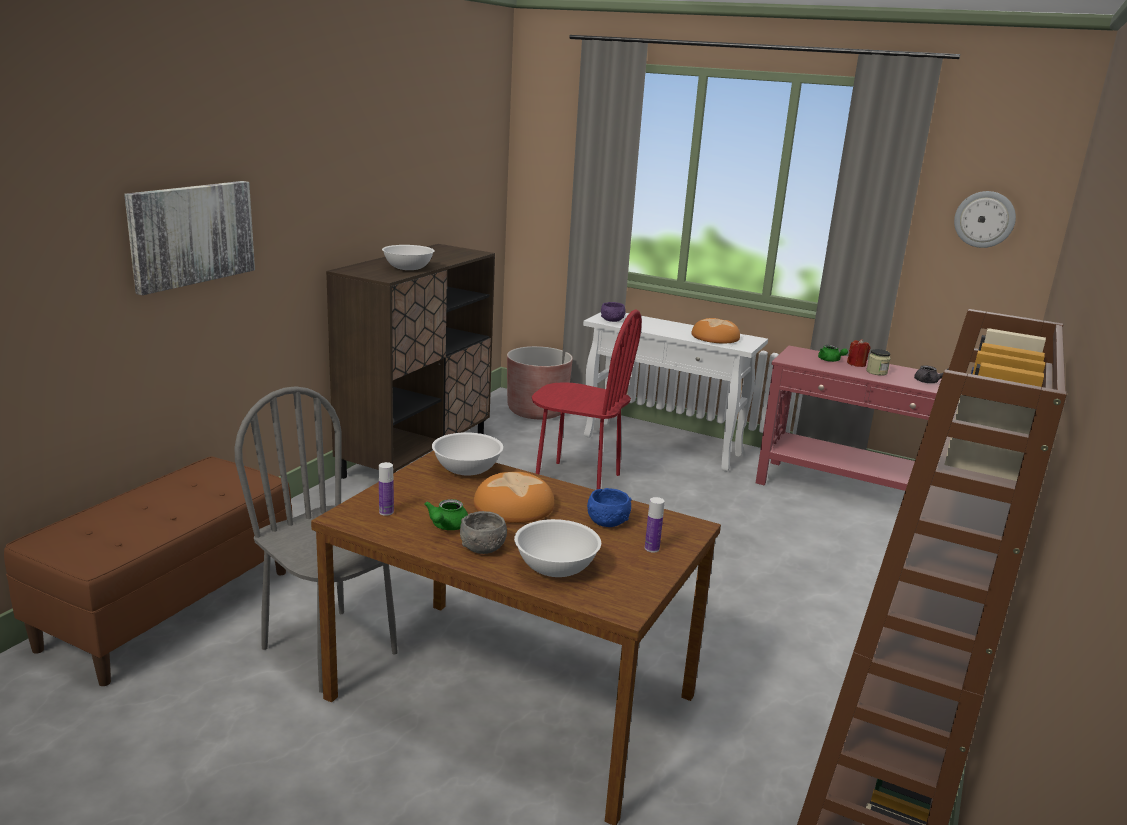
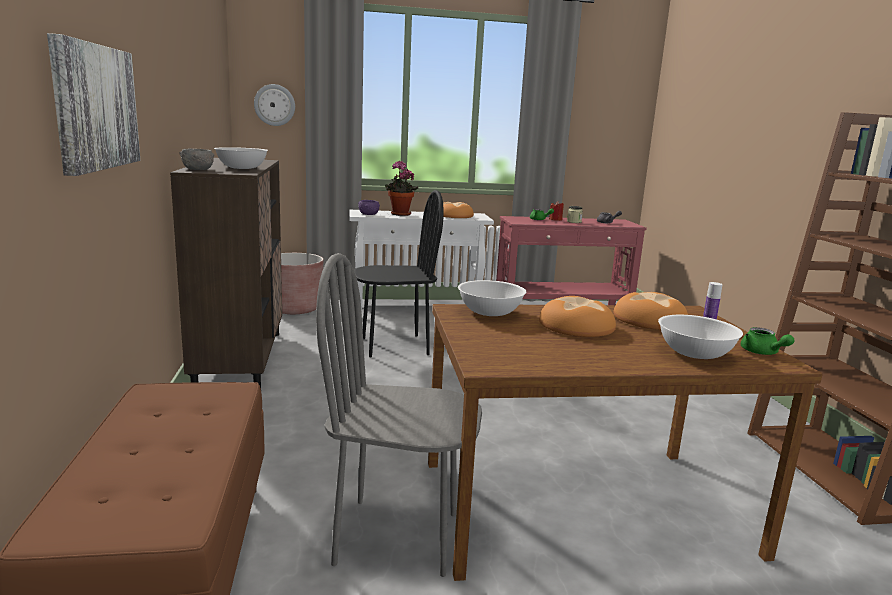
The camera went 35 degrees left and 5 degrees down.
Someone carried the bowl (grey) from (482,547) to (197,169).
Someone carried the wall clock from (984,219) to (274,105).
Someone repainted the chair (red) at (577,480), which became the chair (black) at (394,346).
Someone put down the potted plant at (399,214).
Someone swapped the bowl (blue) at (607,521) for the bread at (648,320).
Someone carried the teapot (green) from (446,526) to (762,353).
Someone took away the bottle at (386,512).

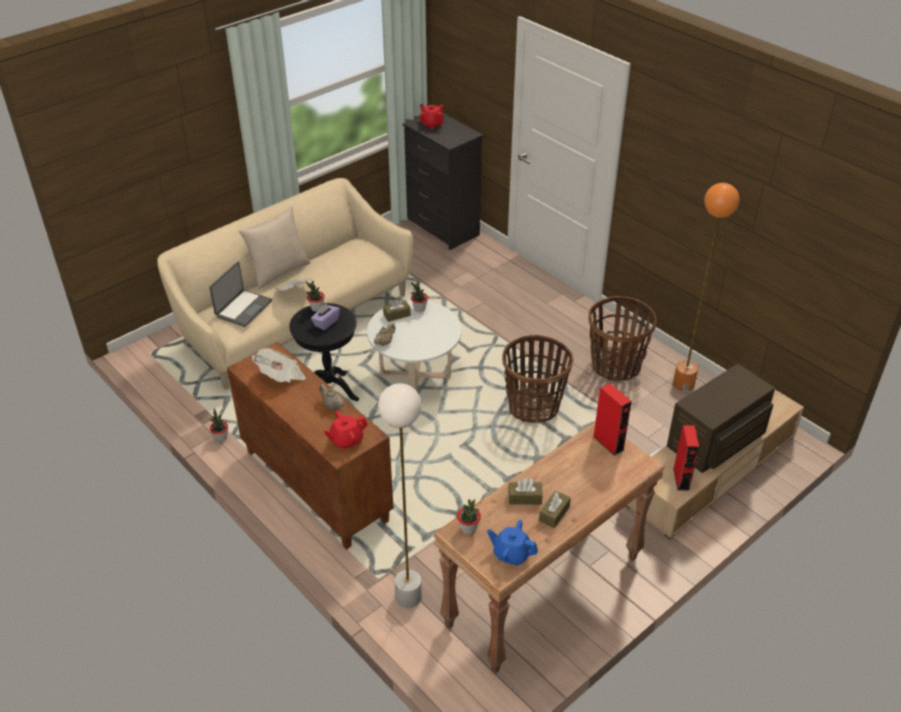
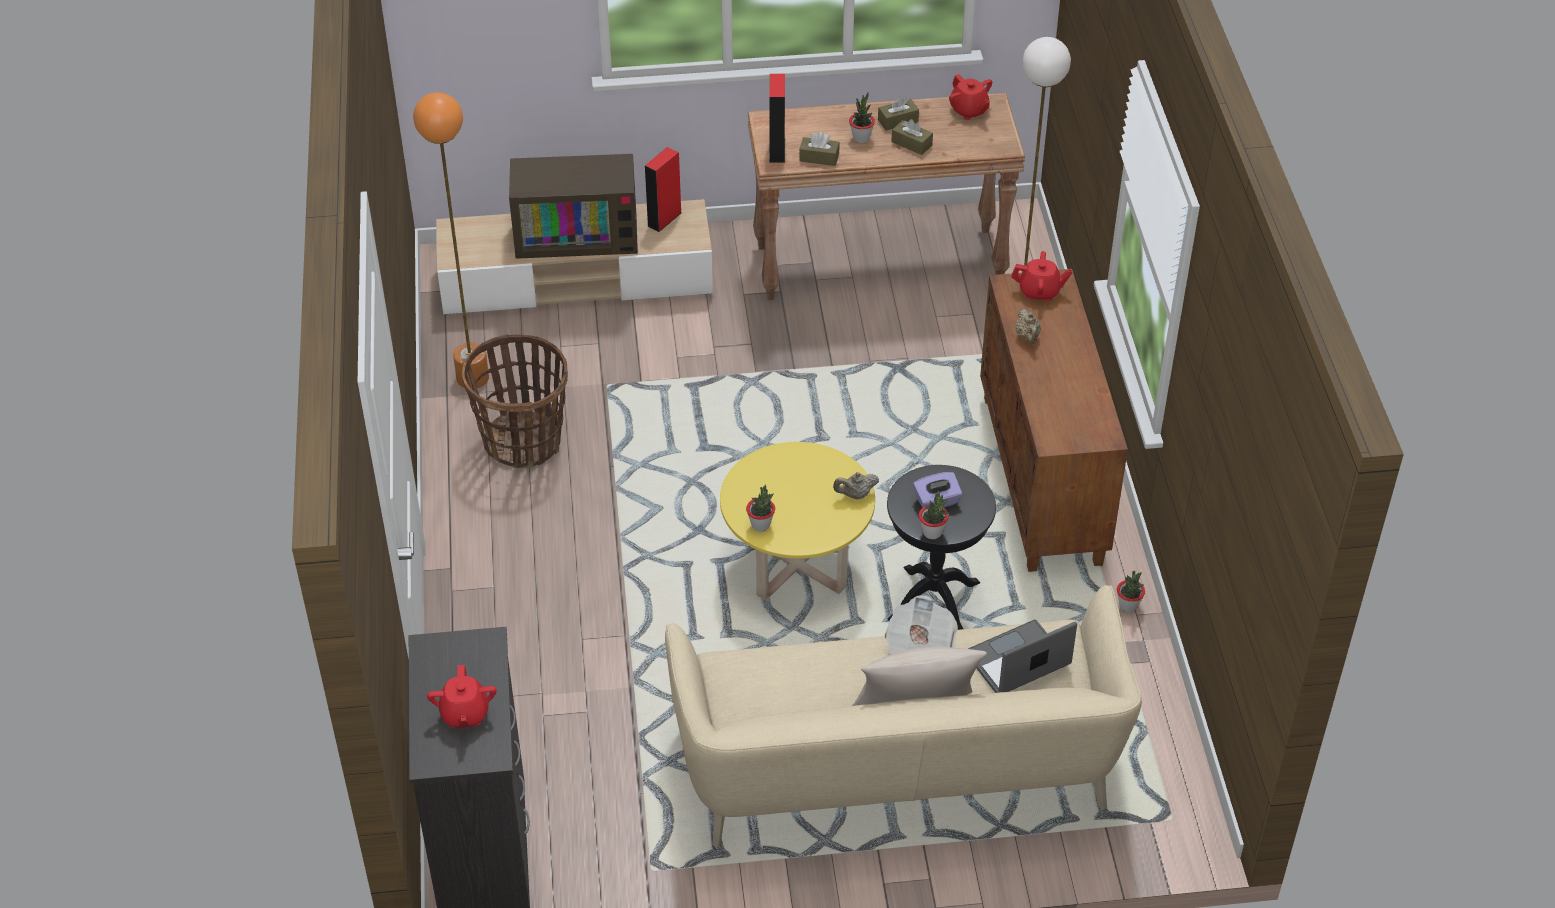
The camera went 145 degrees left and 5 degrees up.
Someone repainted the coffee table (white) at (415,375), which became the coffee table (yellow) at (796,565).
Someone carried the tissue box (brown) from (397,315) to (819,158).
Someone carried the potted plant from (468,529) to (861,138).
Someone repainted the teapot (blue) at (511,554), which became the teapot (red) at (969,110).
Someone took away the newspaper at (281,376).
Someone took away the basket at (533,406).

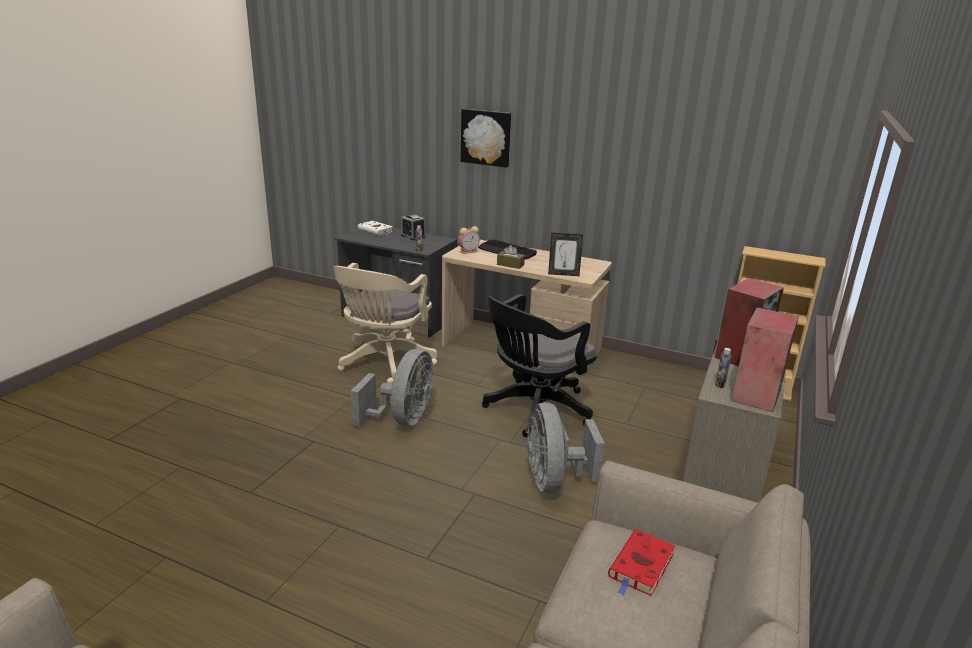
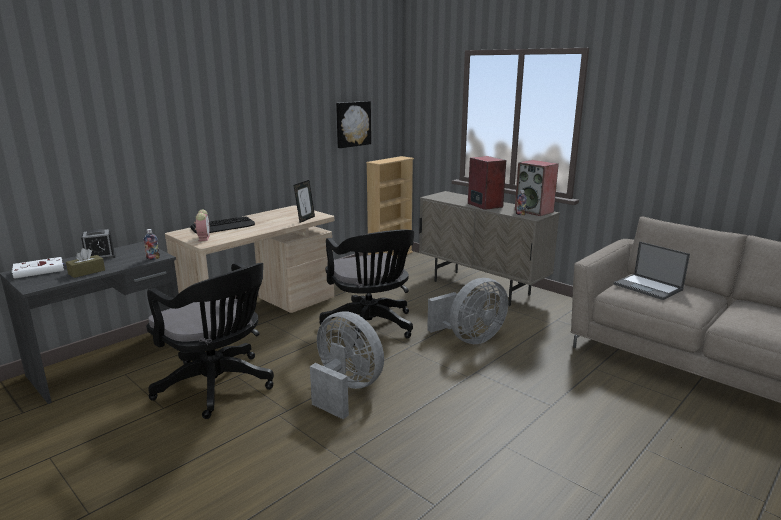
The camera went 70 degrees left and 5 degrees down.
Someone carried the tissue box (brown) from (510,265) to (86,272).
Someone repainted the office chair (beige) at (384,363), which became the office chair (black) at (218,387).
Someone carried the picture from (486,137) to (352,124).
Someone rotated the fan (grey) at (554,480) by 45 degrees counterclockwise.
Someone swapped the book (red) at (641,567) for the laptop at (648,287).

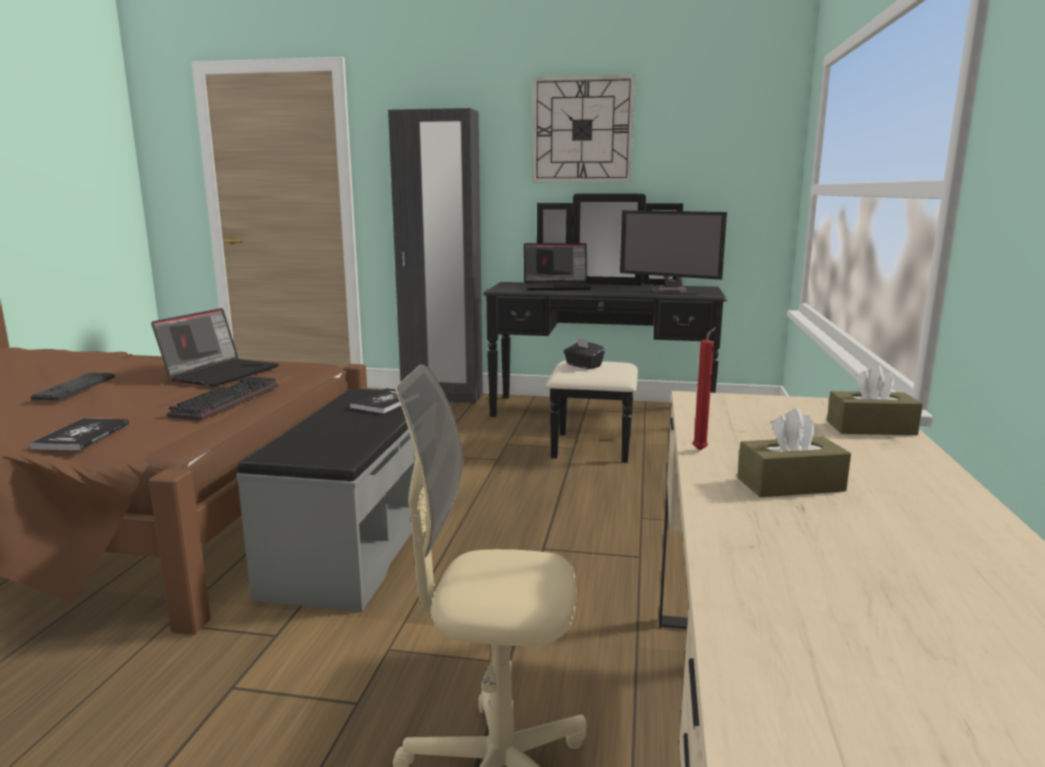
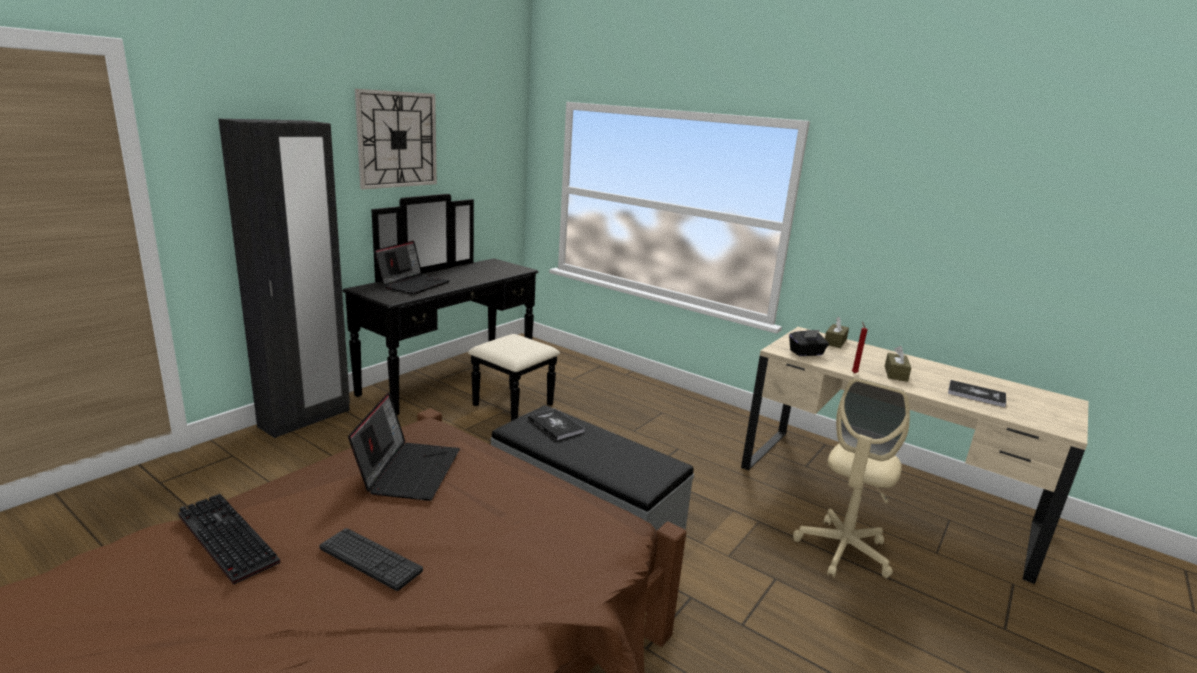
The camera went 65 degrees left and 5 degrees up.
Someone carried the keyboard from (226,400) to (223,539).
Someone rotated the laptop at (221,373) by 45 degrees clockwise.
Someone carried the tissue box (black) from (583,365) to (806,353).
Someone carried the book from (82,436) to (976,394).
Someone took away the monitor at (669,290).

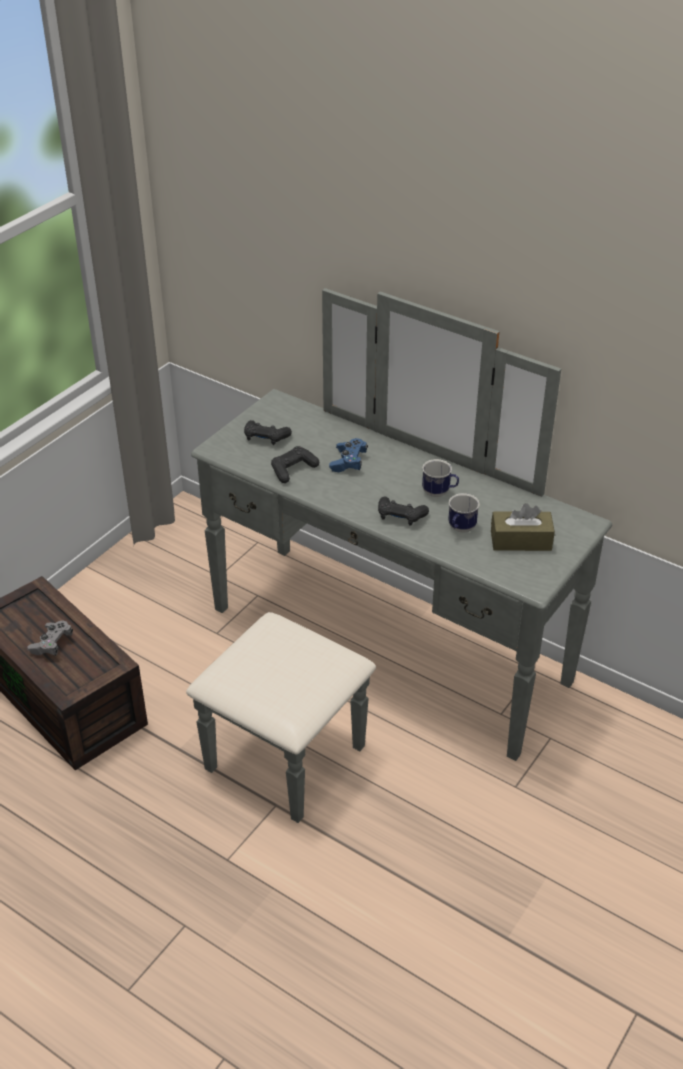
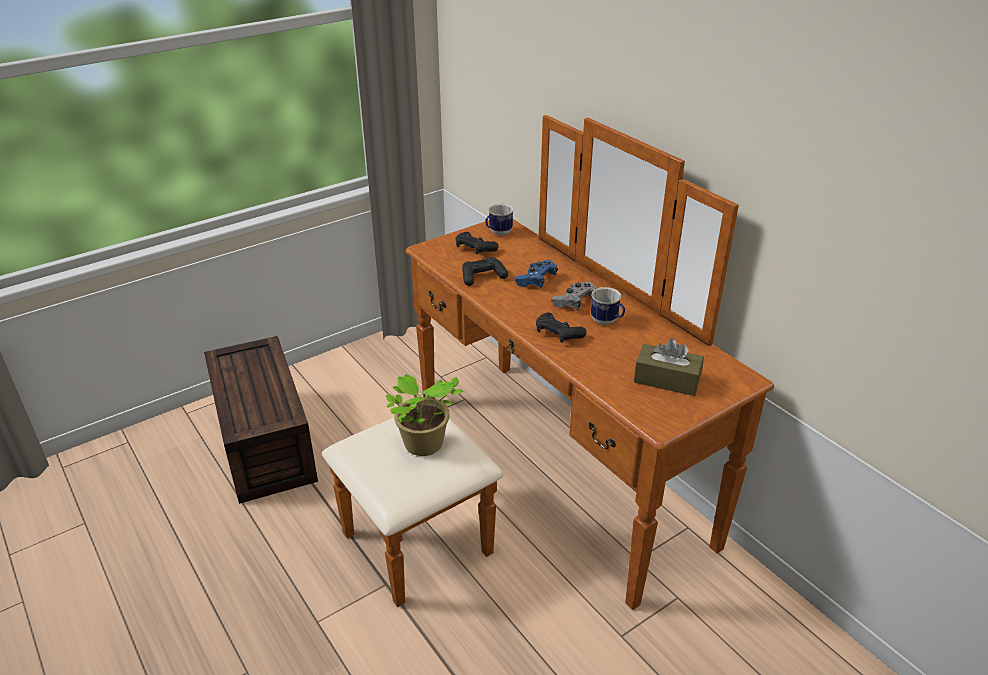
The camera went 20 degrees right and 5 degrees down.
Someone repainted the dresser (grey) at (367,669), which became the dresser (brown) at (529,485).
Someone put down the potted plant at (423,446).
Someone carried the mug from (460,529) to (498,233).
Someone carried the game controller (grey) from (52,644) to (574,302).

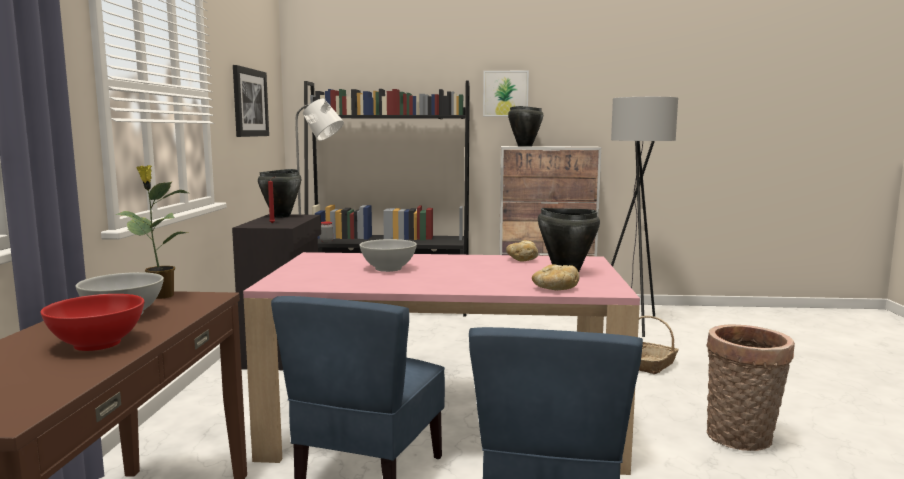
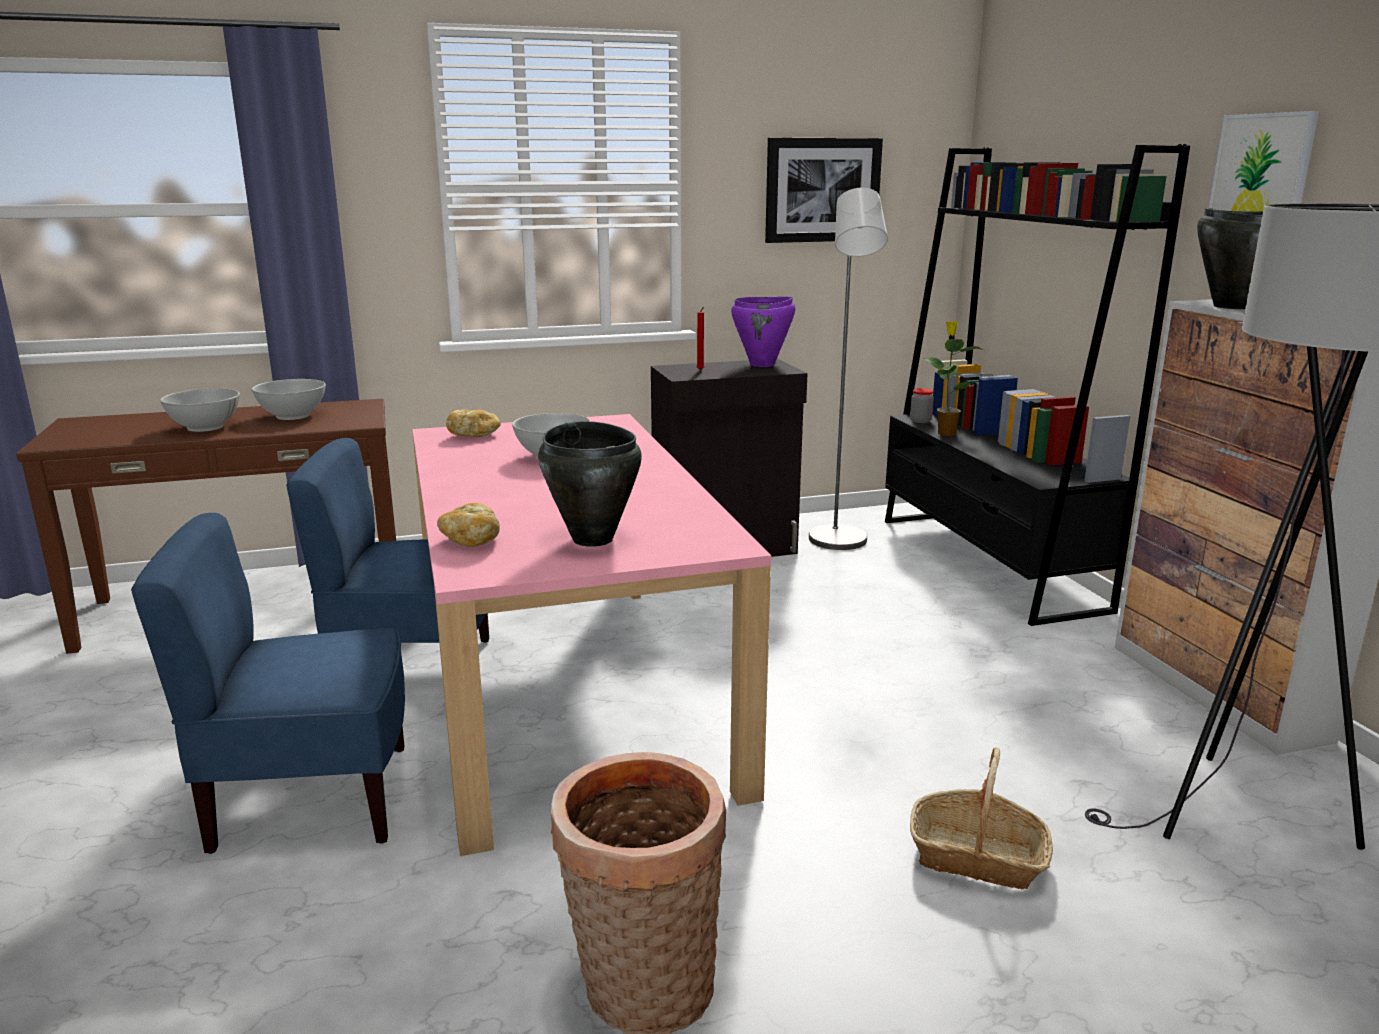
The camera went 70 degrees right and 10 degrees up.
Someone repainted the bowl (red) at (97,344), which became the bowl (white) at (204,427).
Someone carried the bread from (522,260) to (474,435).
Someone repainted the cooking pot (black) at (281,216), which became the cooking pot (purple) at (762,364).
Someone carried the potted plant from (160,296) to (945,433).

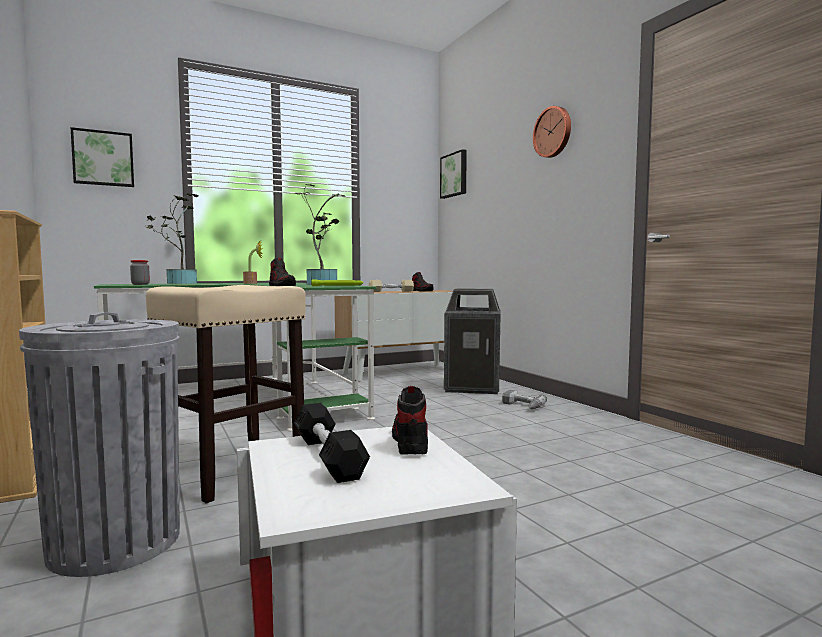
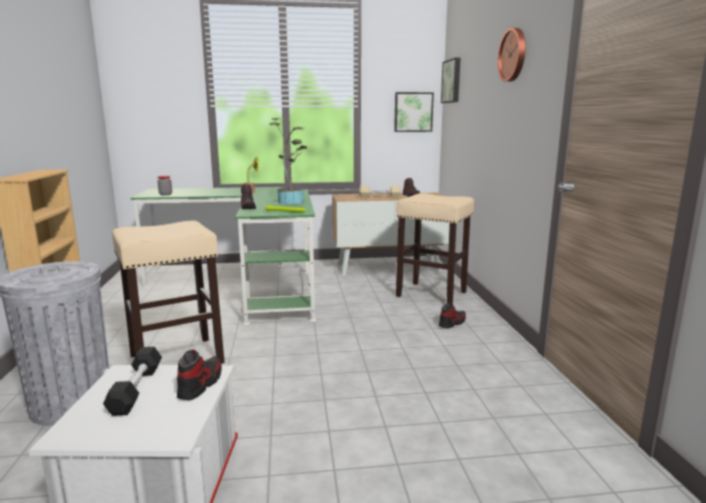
The camera went 20 degrees right and 10 degrees up.
Someone carried the picture from (103,158) to (413,112).
Someone swapped the trash can at (473,387) for the stool (beige) at (432,294).
Someone swapped the power drill at (521,406) for the shoe at (452,323).
Someone took away the potted plant at (178,283).

